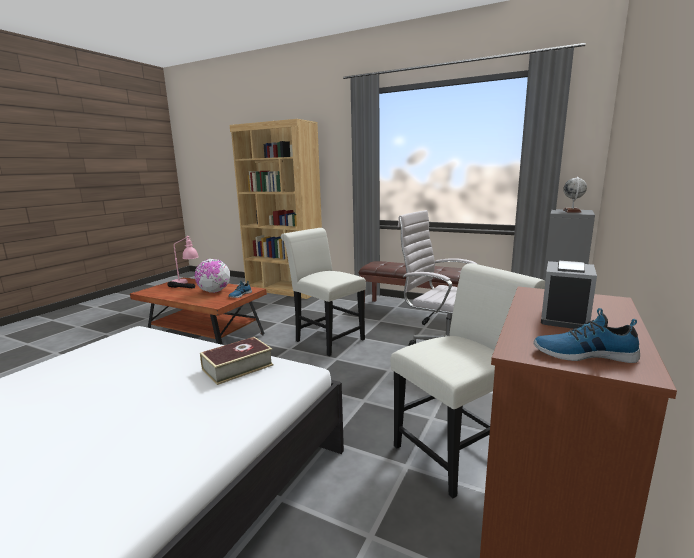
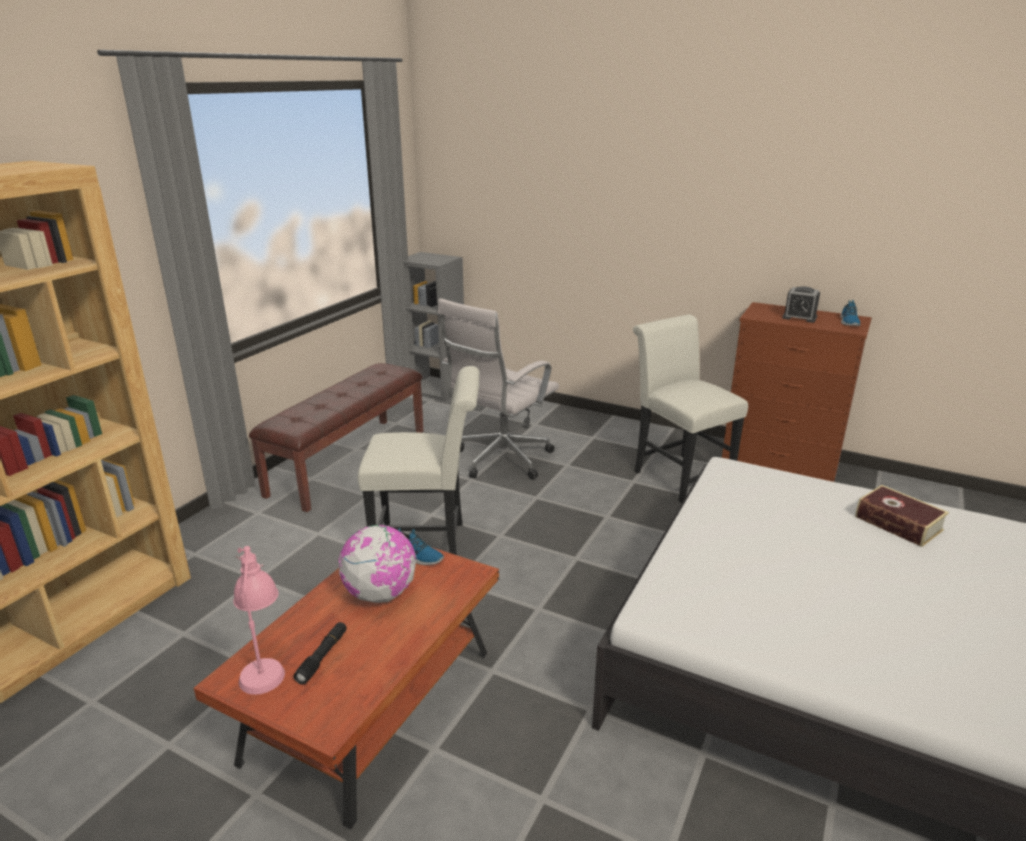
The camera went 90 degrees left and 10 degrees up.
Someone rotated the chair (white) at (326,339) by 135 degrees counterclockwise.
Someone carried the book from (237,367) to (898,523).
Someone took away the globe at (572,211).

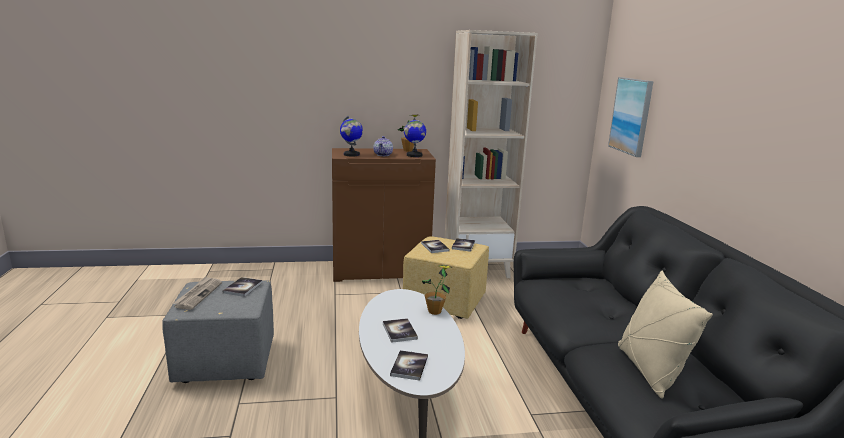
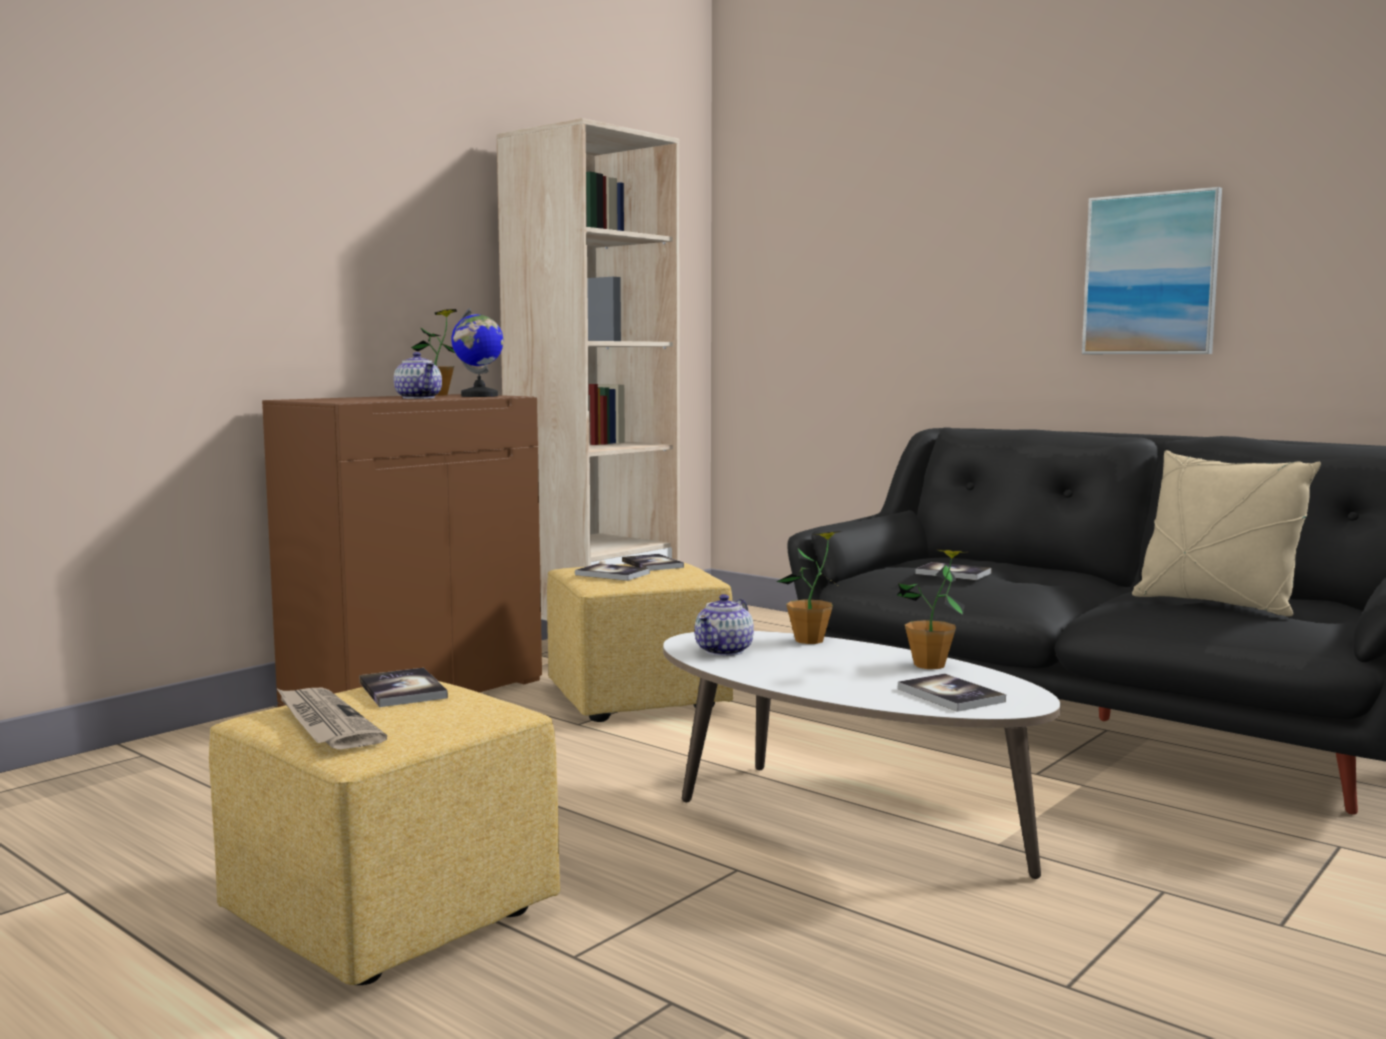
The camera went 40 degrees left and 10 degrees down.
Someone repainted the ottoman (grey) at (227,361), which became the ottoman (yellow) at (389,916).
Someone put down the teapot at (725,651).
Someone put down the potted plant at (929,665).
Someone carried the book from (399,331) to (953,573).
Someone carried the picture from (631,116) to (1151,274).
Someone took away the globe at (351,154).

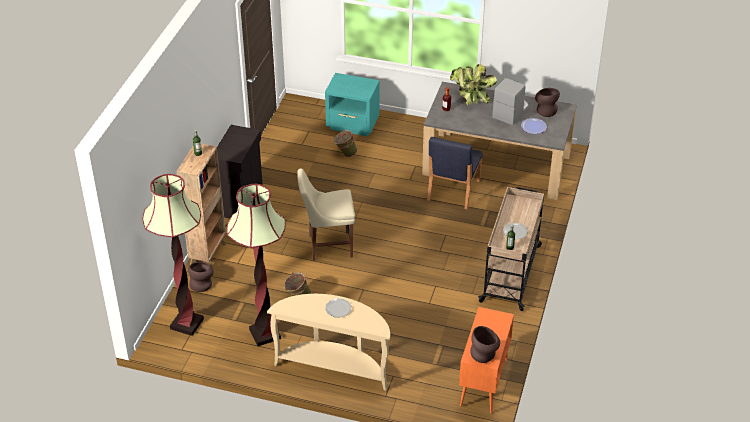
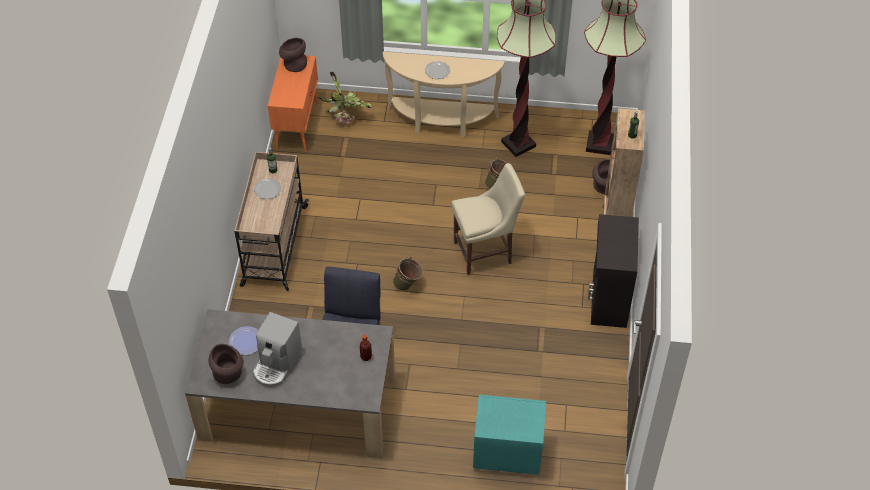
The camera went 170 degrees right and 10 degrees up.
Someone carried the potted plant from (470,98) to (347,116).
Someone carried the bucket (green) from (345,153) to (408,285).

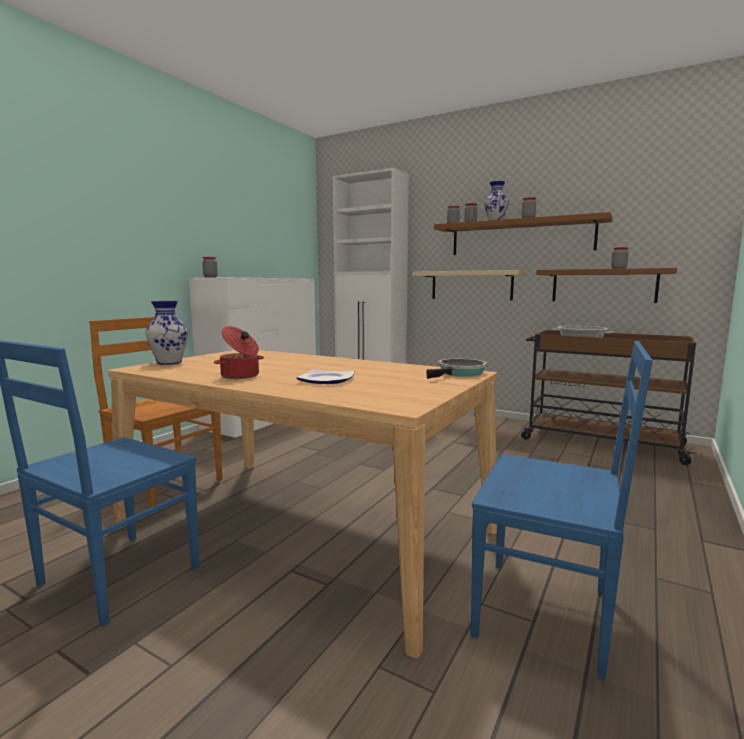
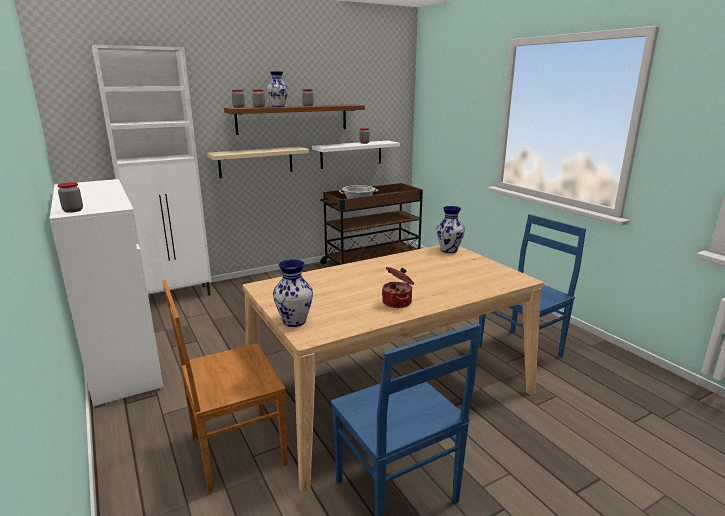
The camera went 60 degrees left and 10 degrees up.
Someone repainted the shelf (brown) at (603,286), which became the shelf (white) at (351,154).
Someone swapped the frying pan at (460,373) for the vase at (449,250).
Someone took away the plate at (327,380).

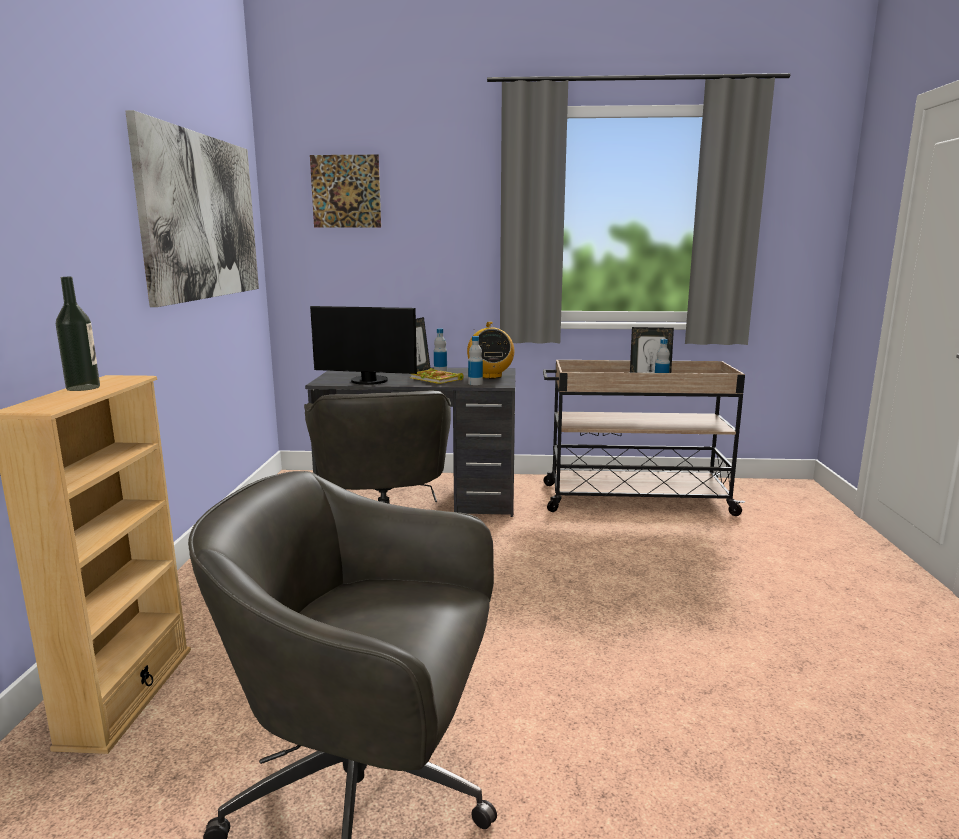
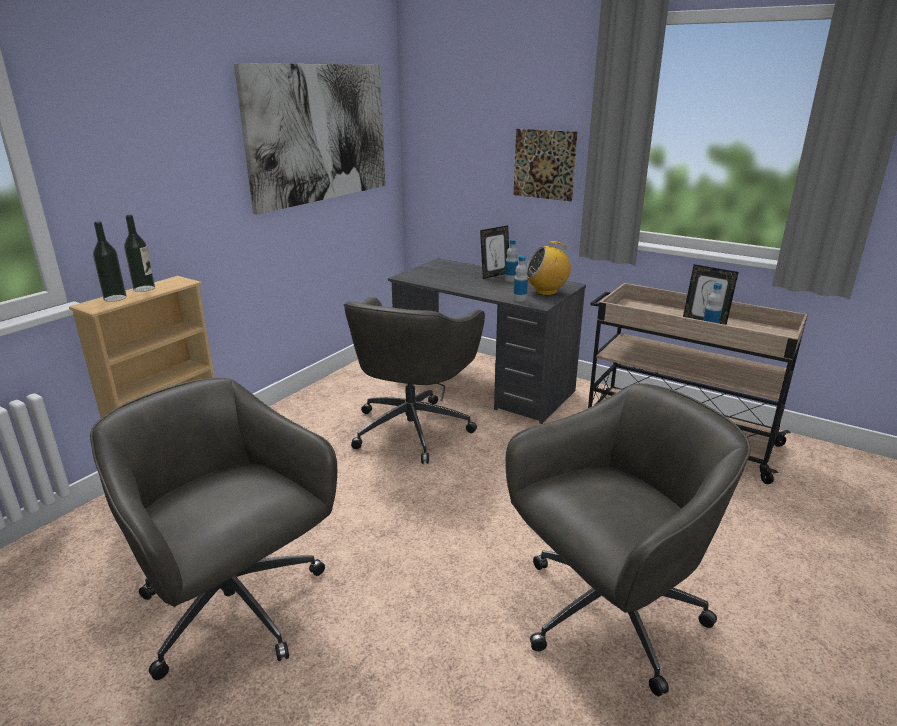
The camera went 30 degrees right and 10 degrees up.
Someone put down the bottle at (115,298).
Someone put down the office chair (grey) at (606,615).
Someone carried the picture from (346,191) to (544,164).
Someone rotated the radio at (490,376) by 60 degrees clockwise.
Someone took away the monitor at (368,381).
Someone took away the book at (437,379).

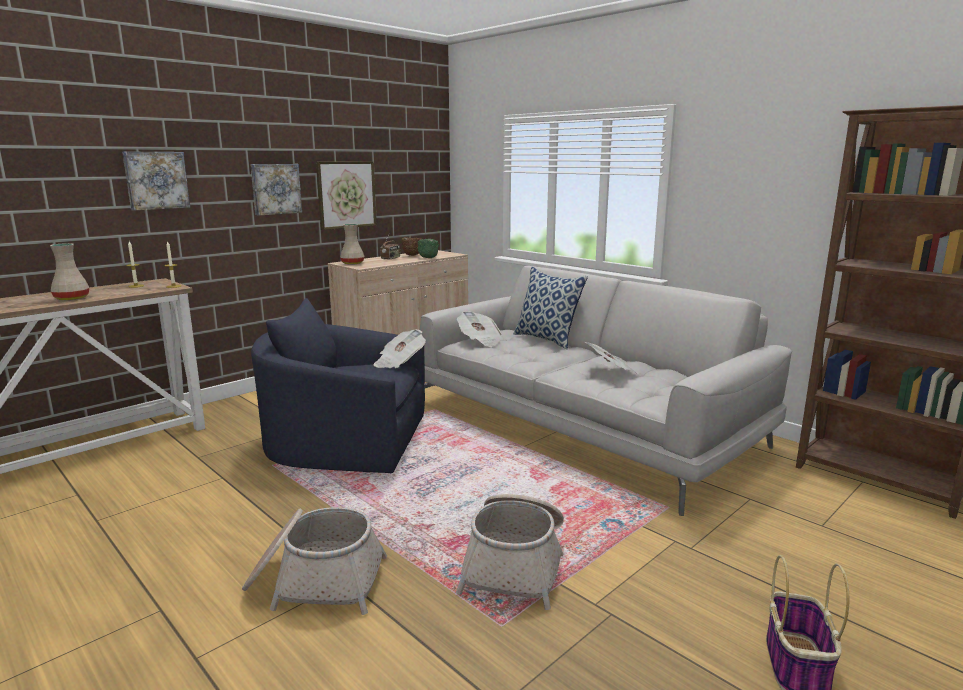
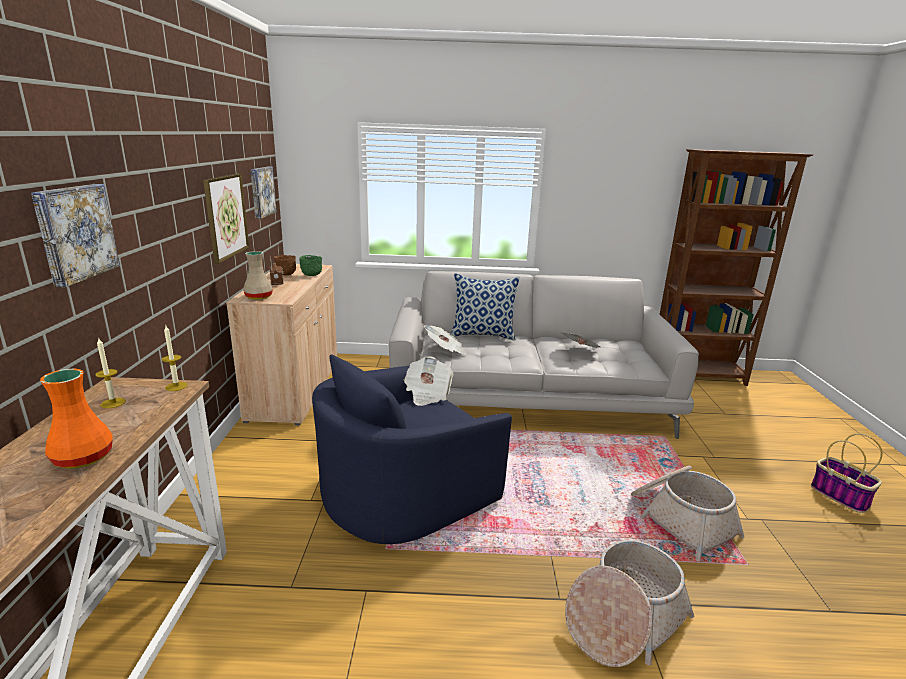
The camera went 45 degrees left and 5 degrees up.
Someone repainted the vase (beige) at (71,298), which became the vase (orange) at (83,458).
Someone carried the picture from (275,189) to (261,191).

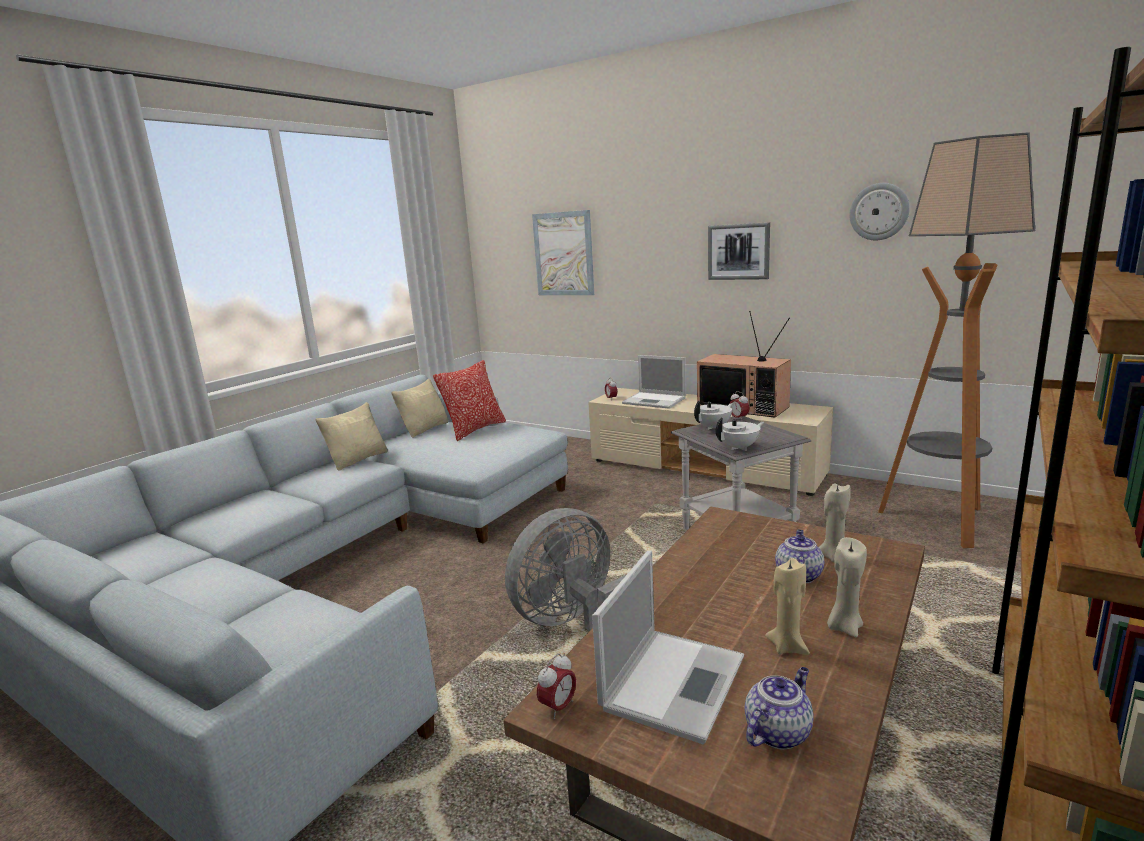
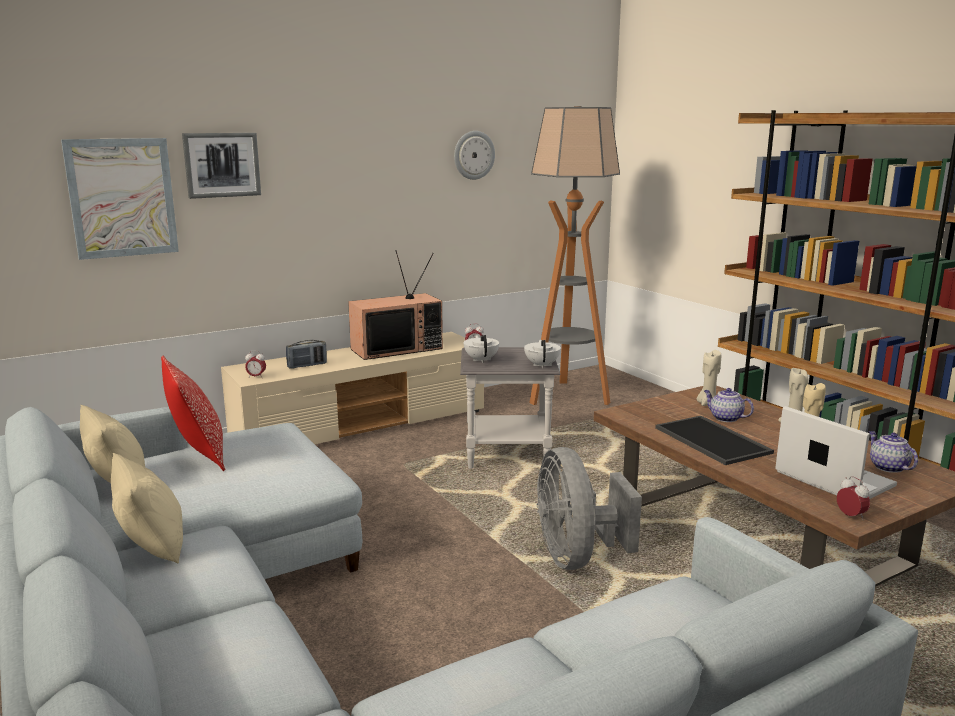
The camera went 65 degrees left and 0 degrees up.
Someone carried the picture from (738,251) to (222,165).
Someone swapped the laptop at (655,401) for the radio at (307,365).
Someone put down the tray at (714,440).

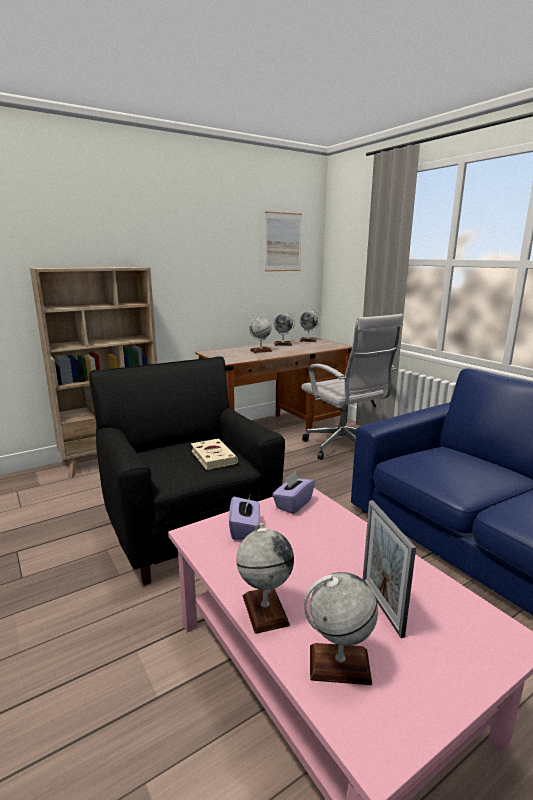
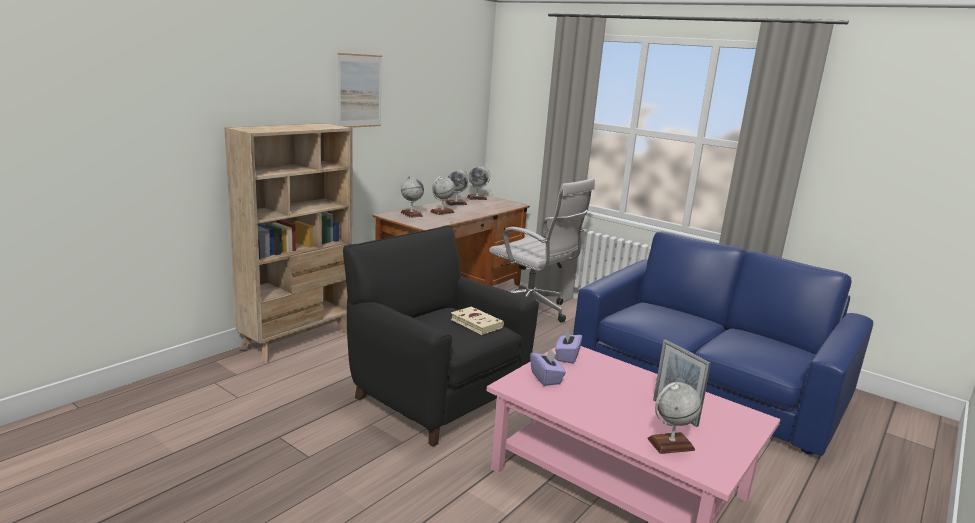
The camera went 20 degrees left and 0 degrees up.
Someone carried the picture from (283,242) to (359,91).
Someone carried the globe from (265,610) to (411,214).

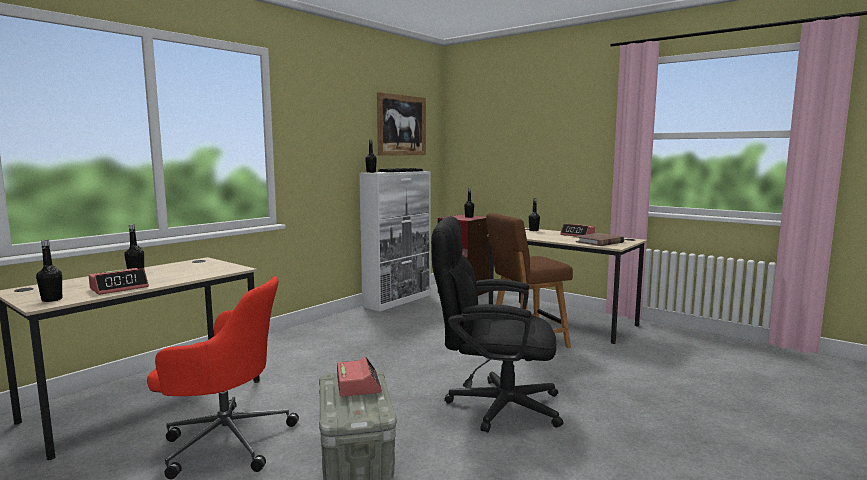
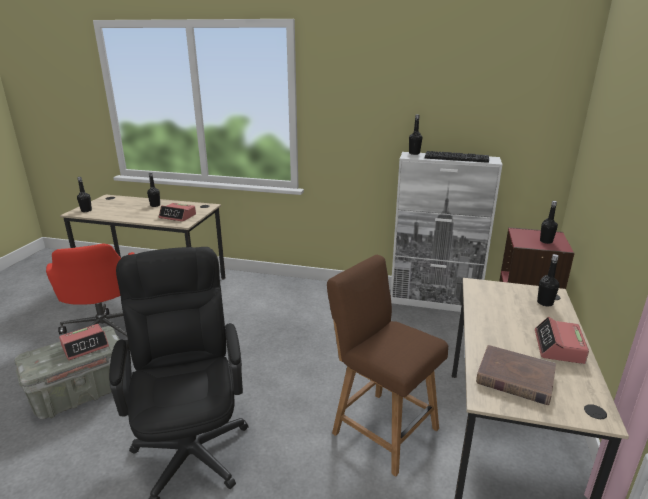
The camera went 65 degrees right and 15 degrees up.
Someone carried the alarm clock from (119,288) to (178,216).
Someone took away the picture at (401,125).

